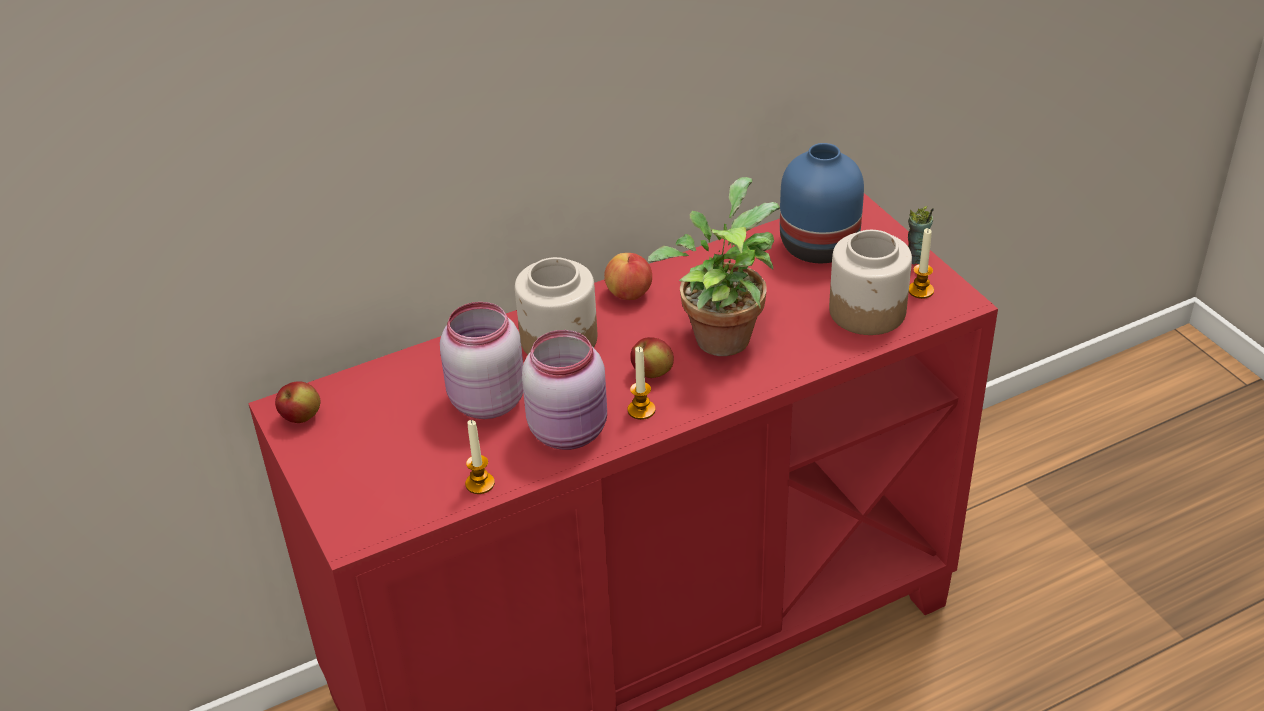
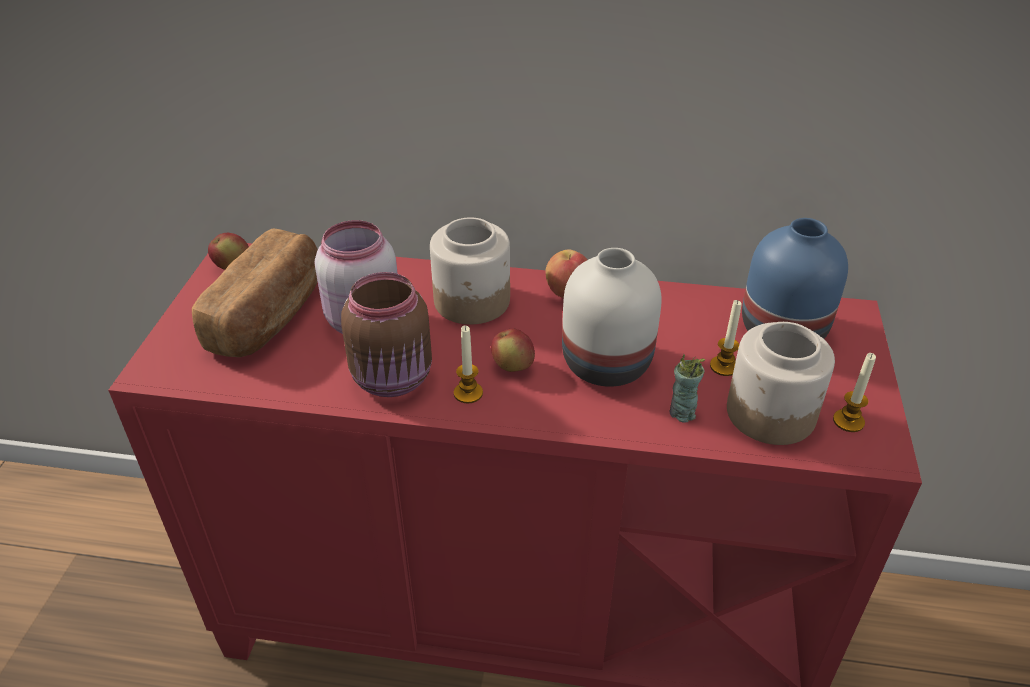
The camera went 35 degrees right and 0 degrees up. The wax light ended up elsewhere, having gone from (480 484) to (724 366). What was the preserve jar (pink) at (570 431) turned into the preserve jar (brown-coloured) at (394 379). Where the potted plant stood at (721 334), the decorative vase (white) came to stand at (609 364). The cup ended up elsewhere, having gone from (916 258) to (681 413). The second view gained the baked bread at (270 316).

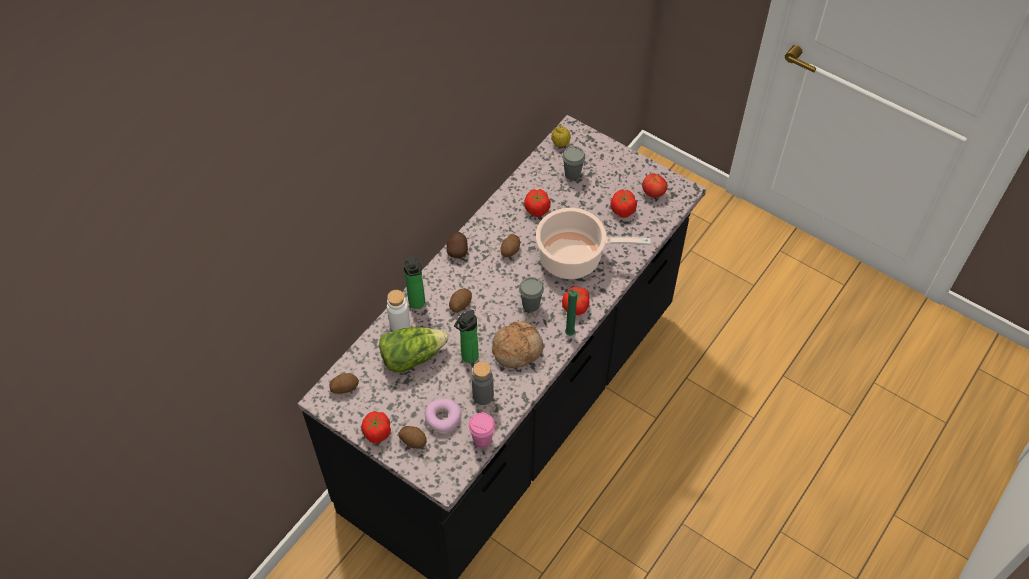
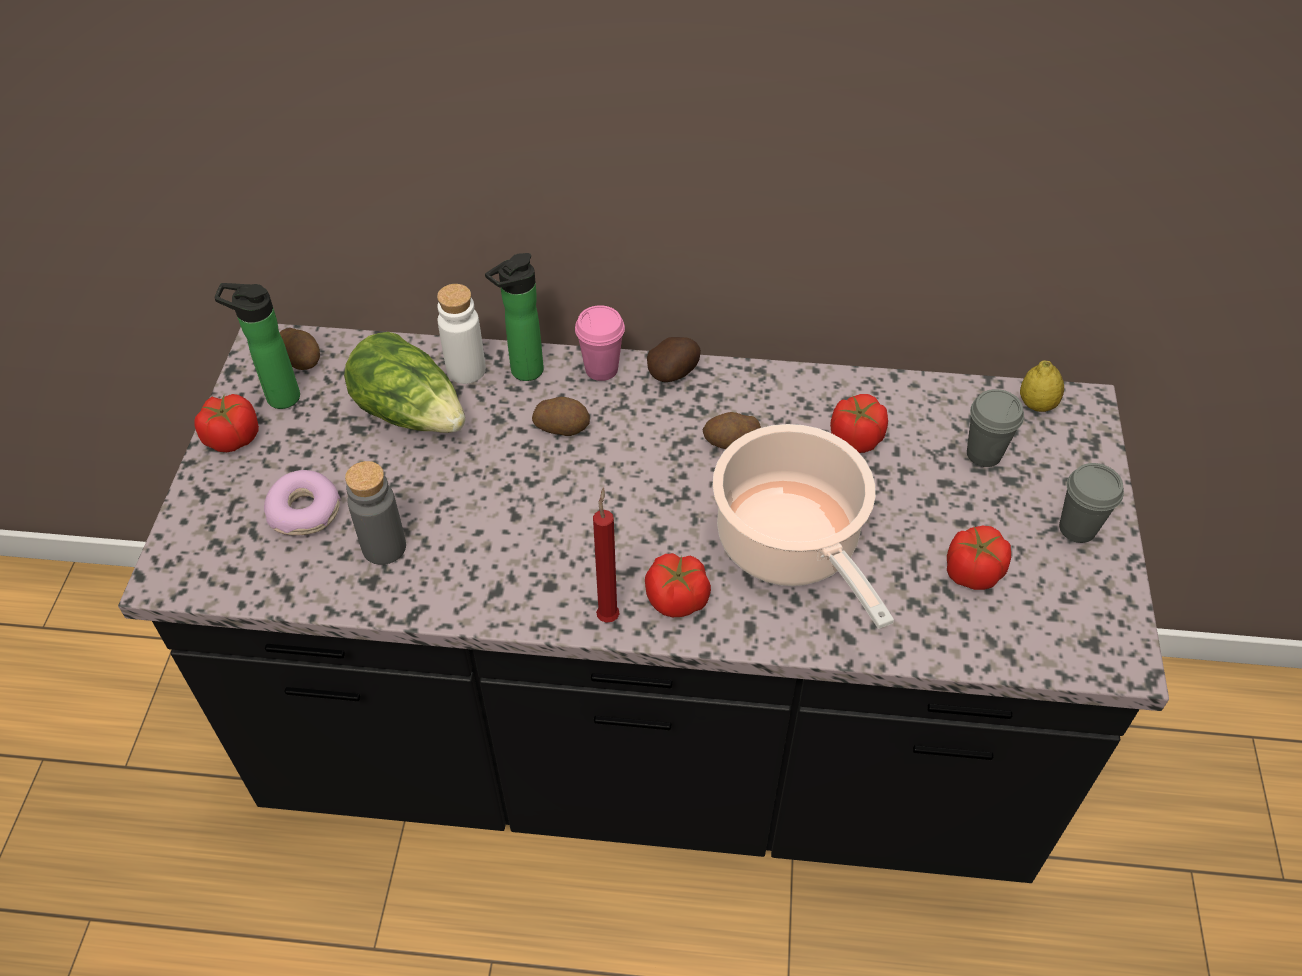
The camera went 60 degrees right and 5 degrees down. The second view lost the whole potato at (413 440). The beverage bottle ended up elsewhere, having gone from (468 358) to (278 397). The cup (pink) ended up elsewhere, having gone from (482 440) to (601 369). The second view lost the baked bread at (517 348). The cup (gray) ended up elsewhere, having gone from (531 305) to (1077 528). What was the wax light (green) at (568 332) turned into the wax light (red-coloured) at (608 614). The second view lost the whole tomato at (653 193).

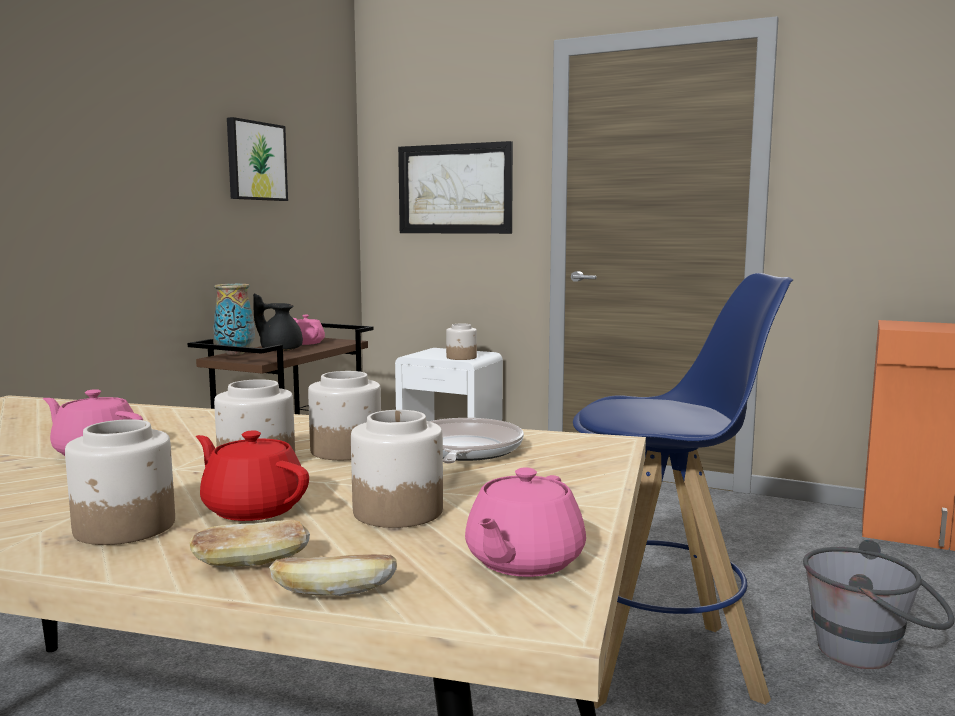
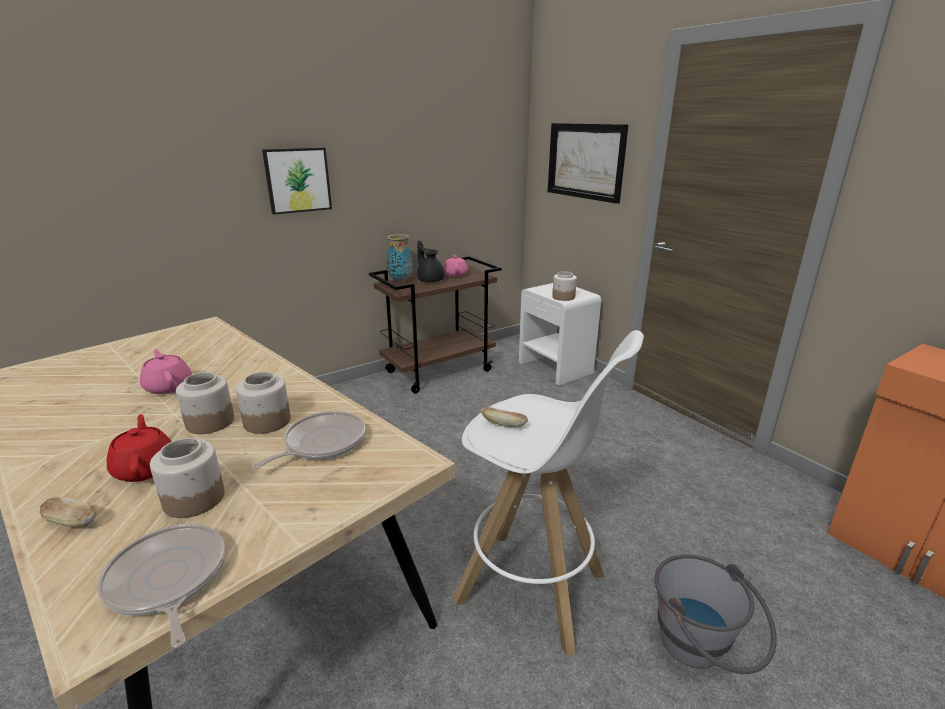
The camera went 30 degrees right and 15 degrees up. The second view lost the preserve jar at (125 527). The picture ended up elsewhere, having gone from (255 161) to (297 180). The baked bread ended up elsewhere, having gone from (334 593) to (503 424). Where the pot for tea (pink) stood at (523 561), the skillet came to stand at (167 581). What was the sitting stool (blue-coloured) at (663 663) turned into the sitting stool (white) at (532 589).

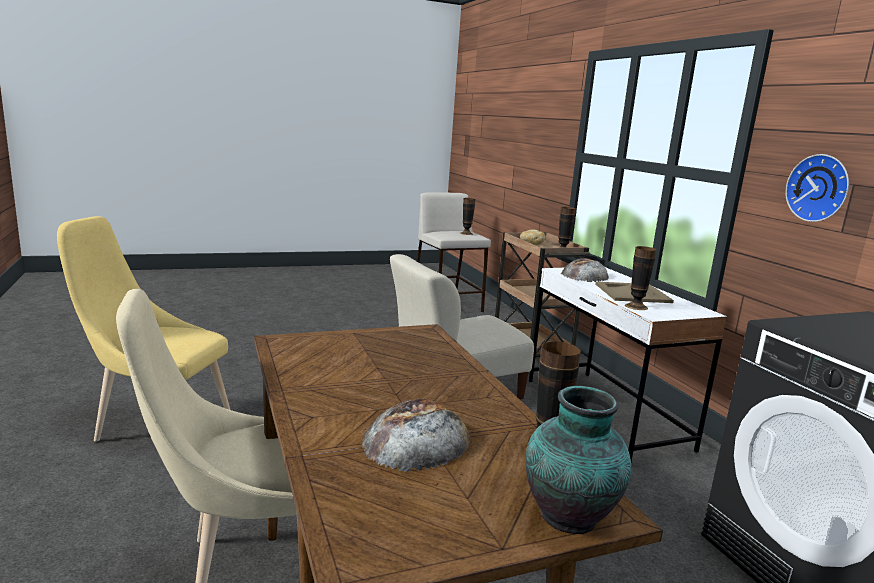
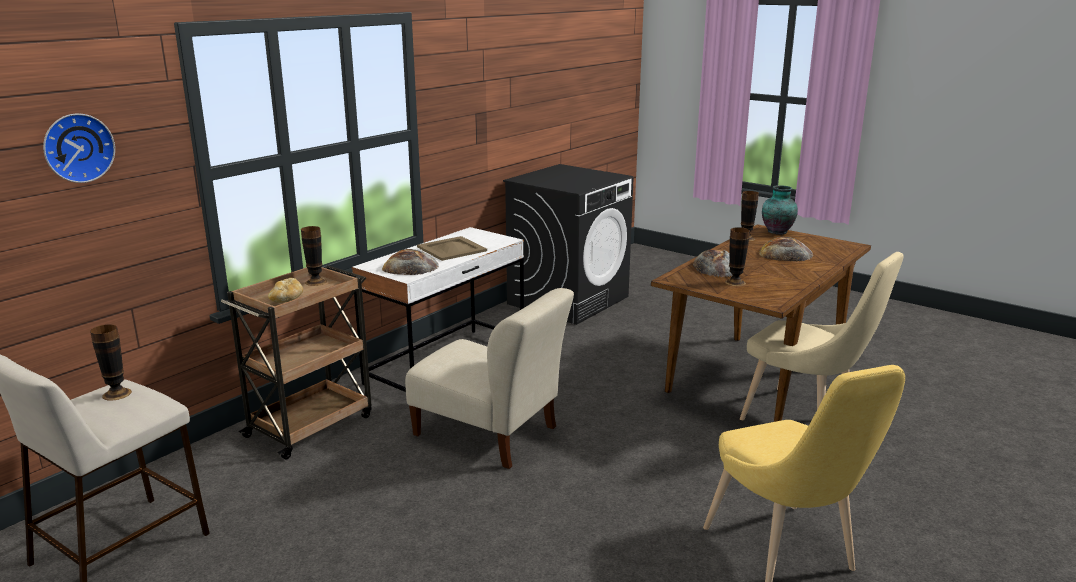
The camera went 120 degrees left and 5 degrees up. The decorative vase ended up elsewhere, having gone from (636 306) to (735 282). The hanging clock ended up elsewhere, having gone from (819 188) to (77 147). The second view gained the baked bread at (716 267).

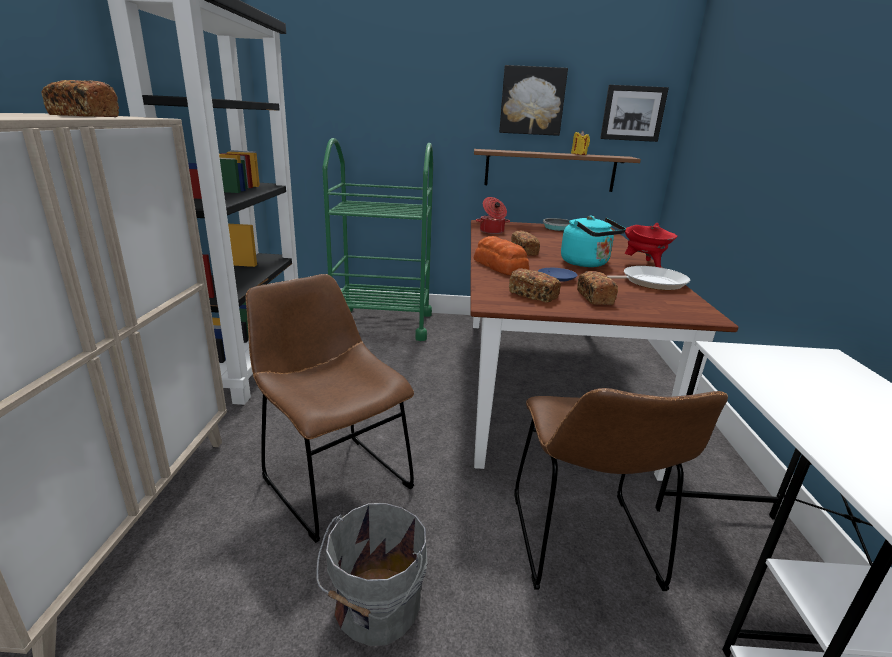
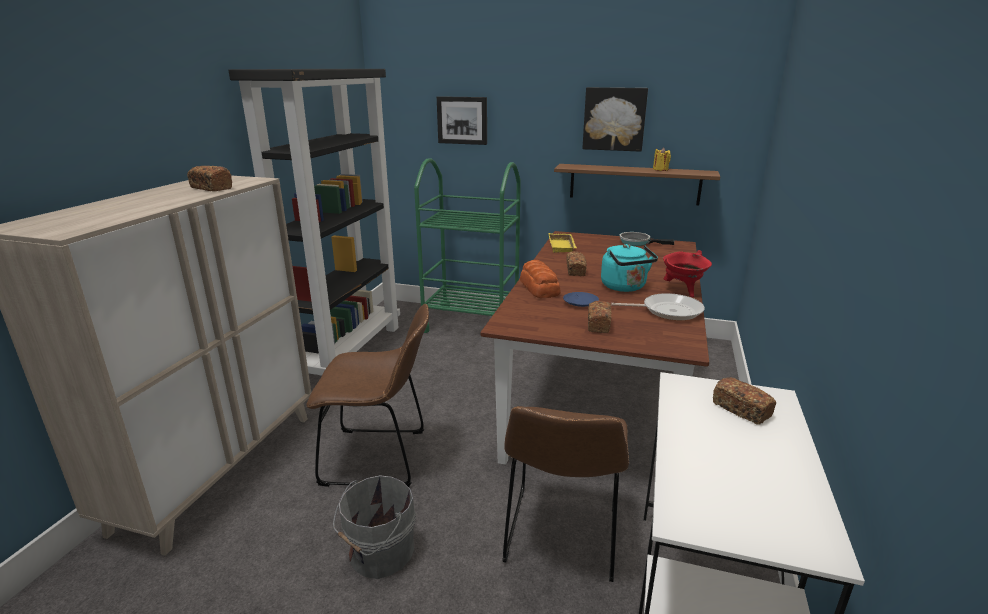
The camera went 15 degrees right and 0 degrees up. The plain chair (brown-coloured) at (333 479) ended up facing another way, 120 degrees clockwise from before. Where the stockpot stood at (492 231), the carrying tray (yellow-coloured) came to stand at (563 246). The baked bread ended up elsewhere, having gone from (533 295) to (741 410). The picture ended up elsewhere, having gone from (632 113) to (462 120).

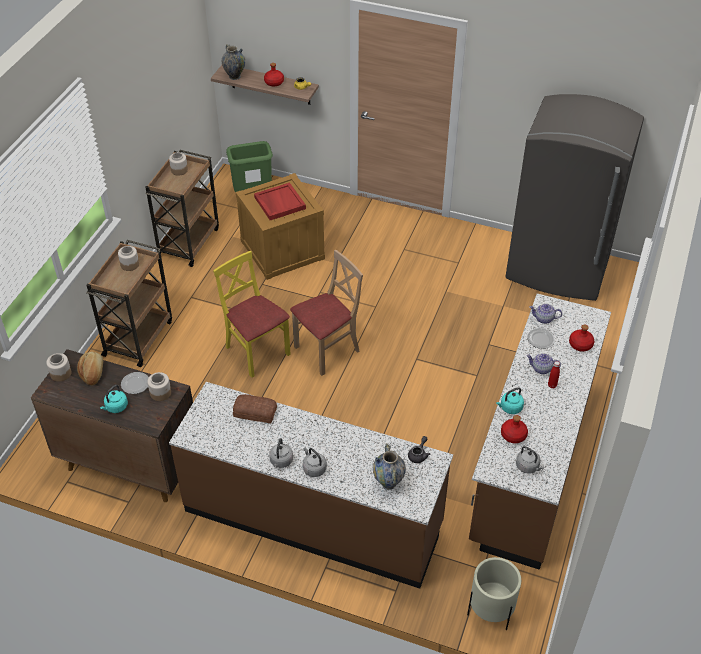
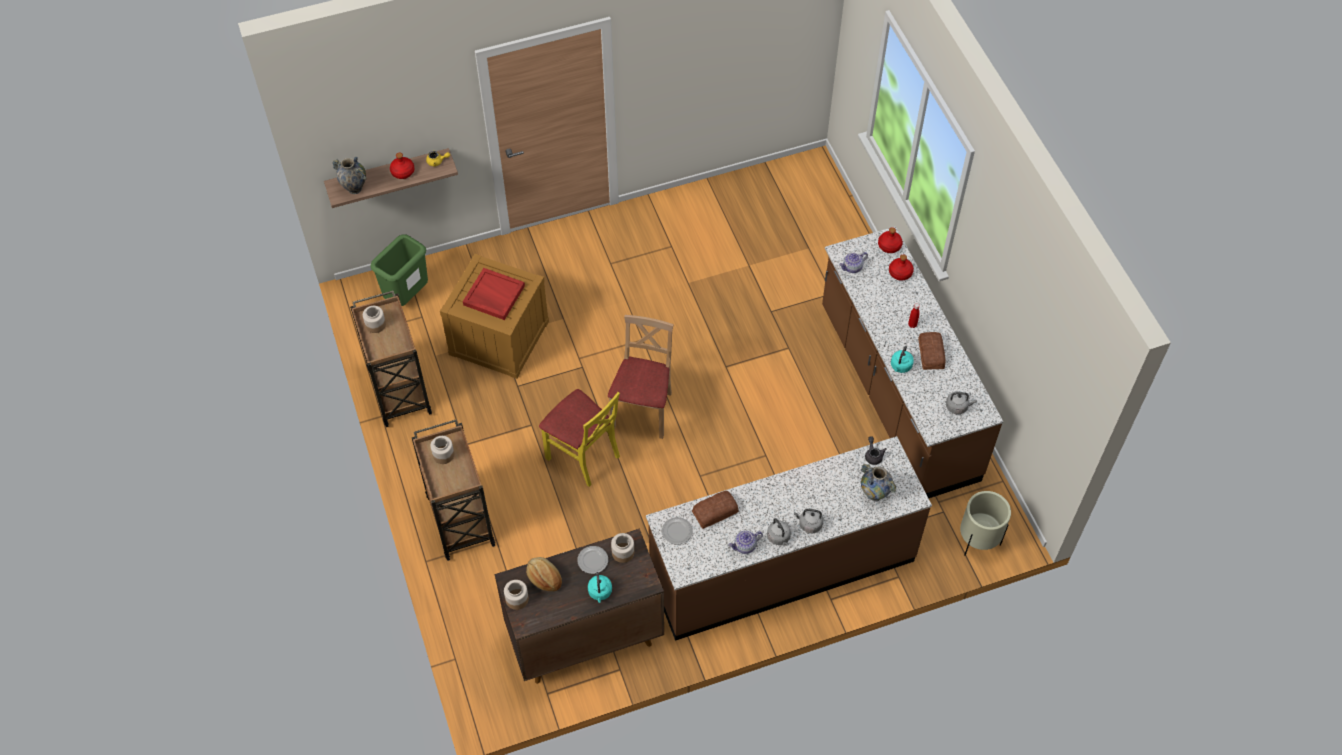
The camera went 40 degrees left and 10 degrees up. The plain chair (yellow-coloured) at (256 351) ended up facing another way, 150 degrees counterclockwise from before. The beverage bottle (red-coloured) ended up elsewhere, having gone from (513 435) to (889 246). The second view lost the refrigerator (gray) at (557 269). The dinner plate ended up elsewhere, having gone from (540 339) to (676 532). The pot for tea ended up elsewhere, having gone from (541 369) to (745 546). The second view gained the baked bread at (930 354).

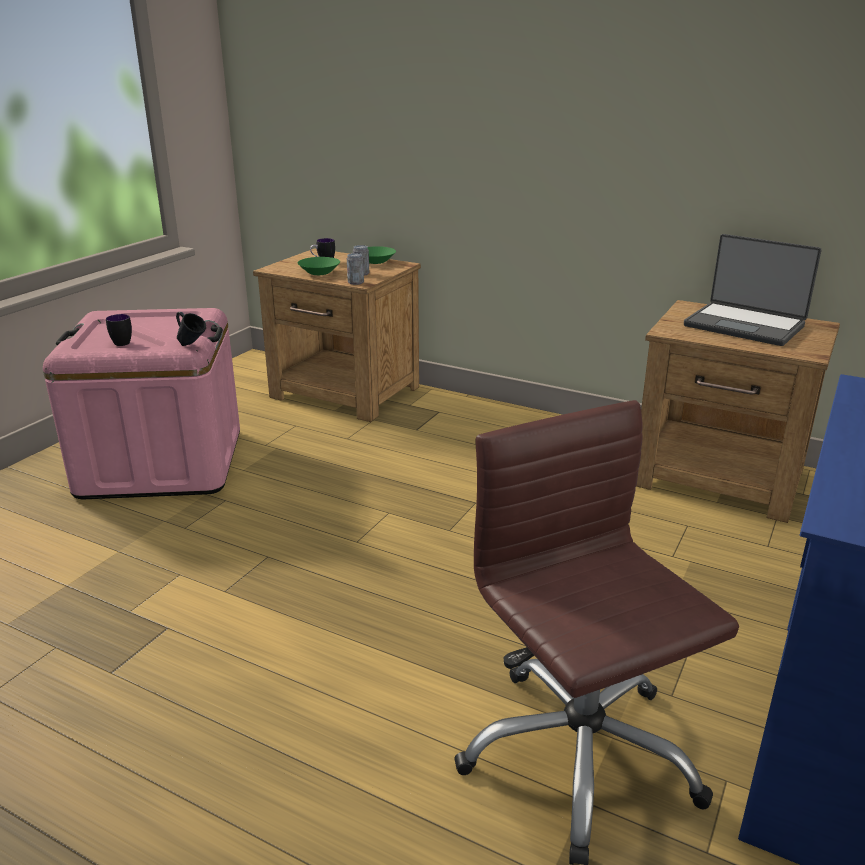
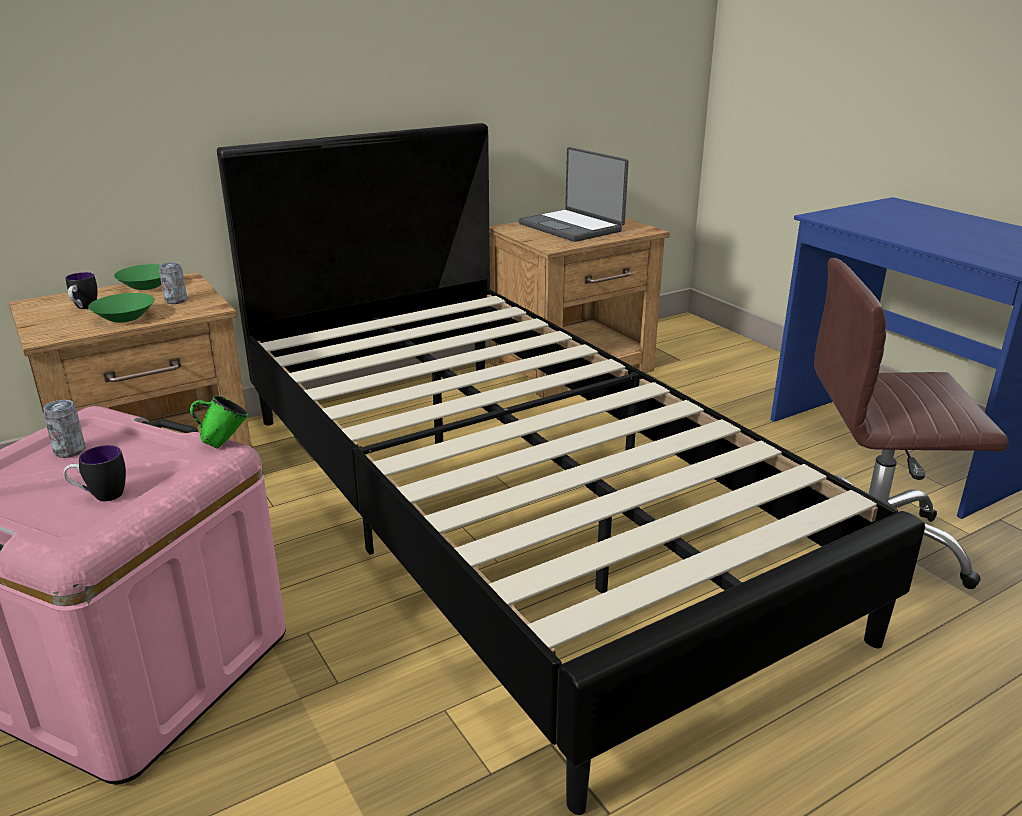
The camera went 60 degrees left and 0 degrees up. What was the coffee mug (blue-coloured) at (192 345) turned into the coffee mug (green) at (224 443). The sealed can ended up elsewhere, having gone from (355 282) to (70 451). The portable computer at (745 325) ended up facing another way, 75 degrees clockwise from before. The second view gained the bed (black) at (510 509).

